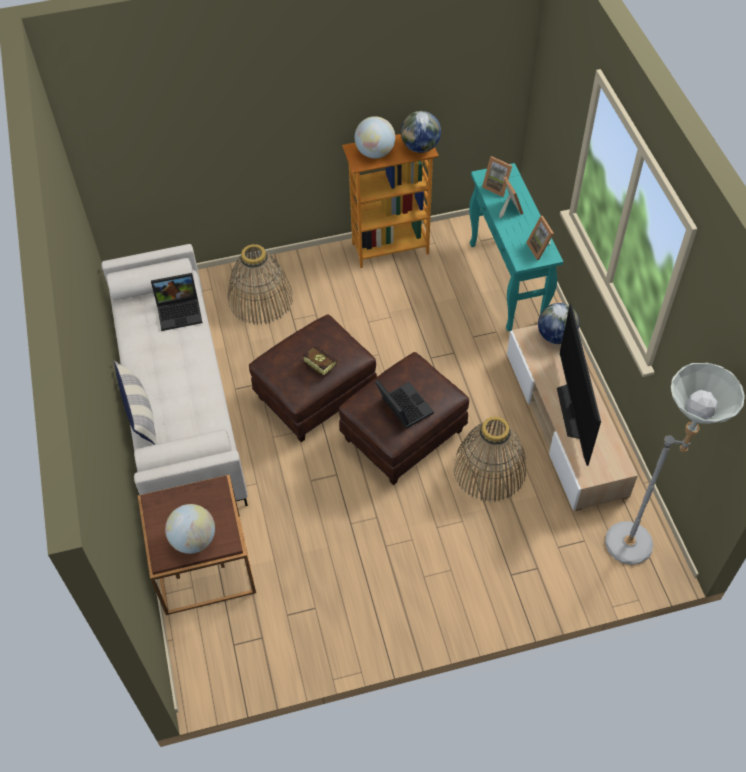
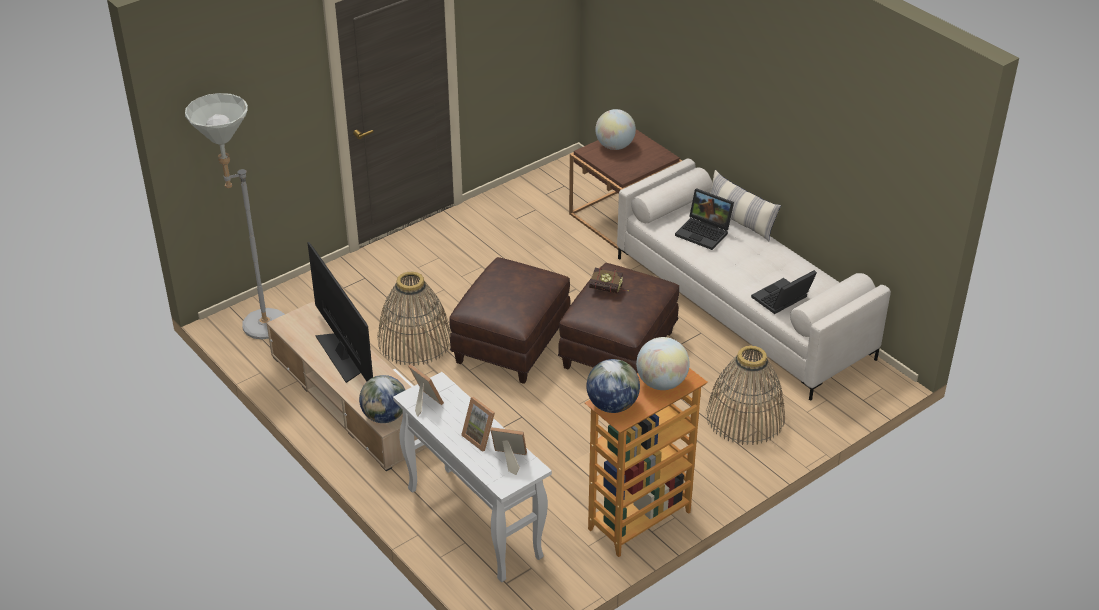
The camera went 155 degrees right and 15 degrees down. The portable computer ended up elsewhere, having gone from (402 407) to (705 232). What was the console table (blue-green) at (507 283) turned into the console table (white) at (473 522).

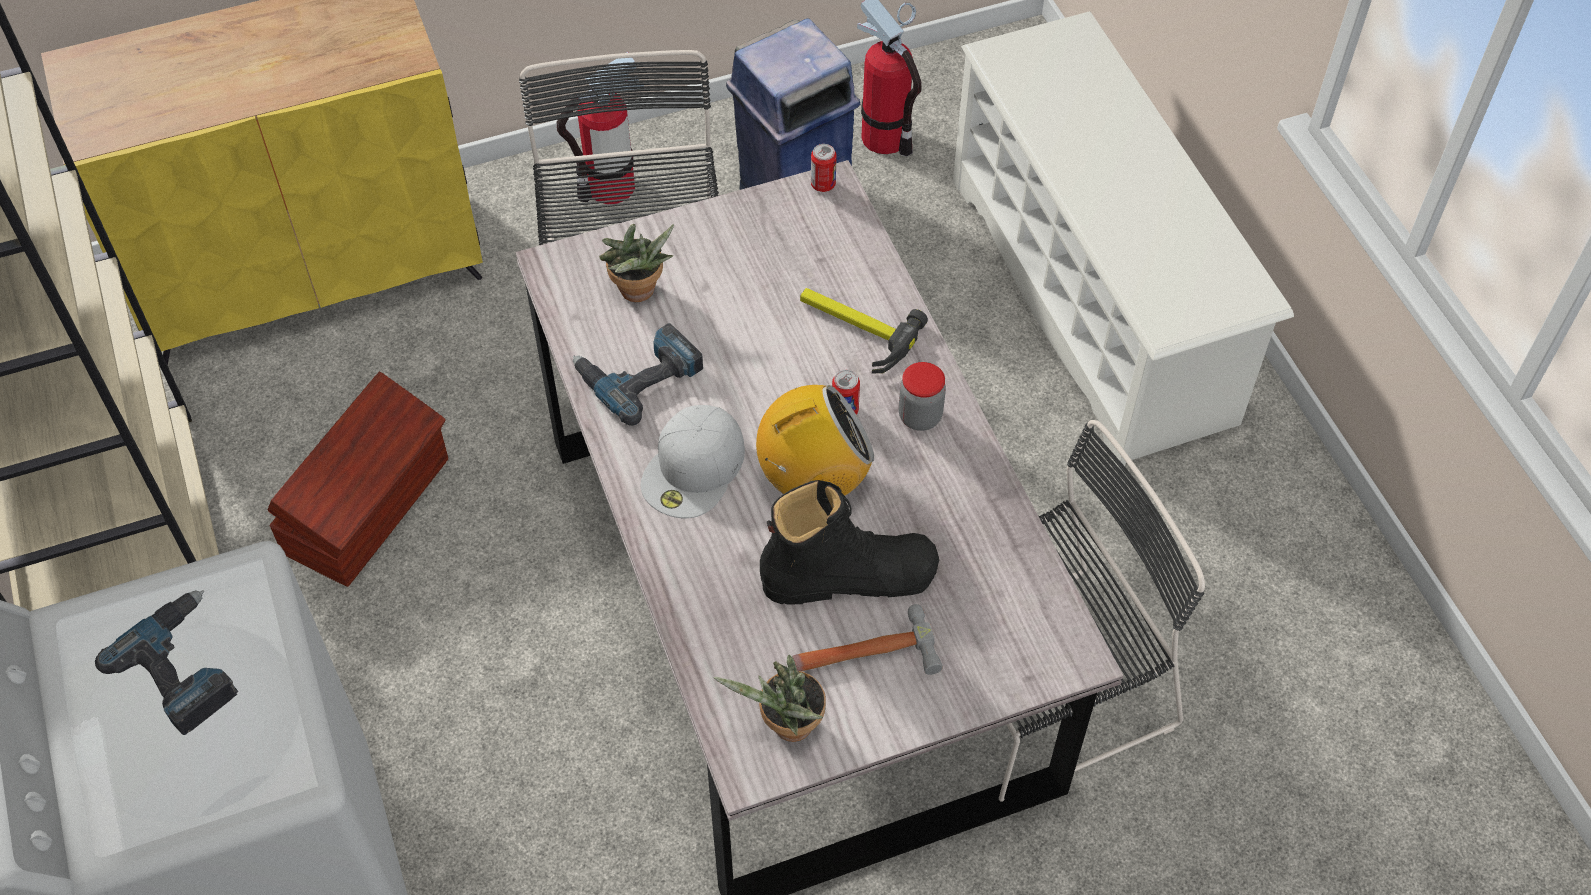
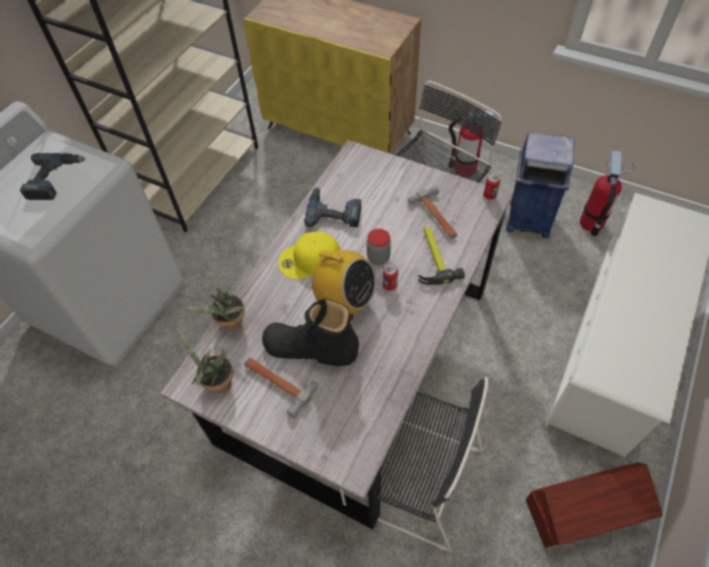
The camera went 50 degrees right and 0 degrees up. The storage bin (brown-coloured) ended up elsewhere, having gone from (370 506) to (584 511). The potted plant ended up elsewhere, having gone from (639 294) to (230 325). What was the peaked cap (white) at (694 469) turned into the peaked cap (yellow-coloured) at (309 260). The boot (black) at (849 576) ended up facing another way, 150 degrees clockwise from before. The preserve jar ended up elsewhere, having gone from (920 416) to (378 258). The second view gained the tool hammer at (436 217).

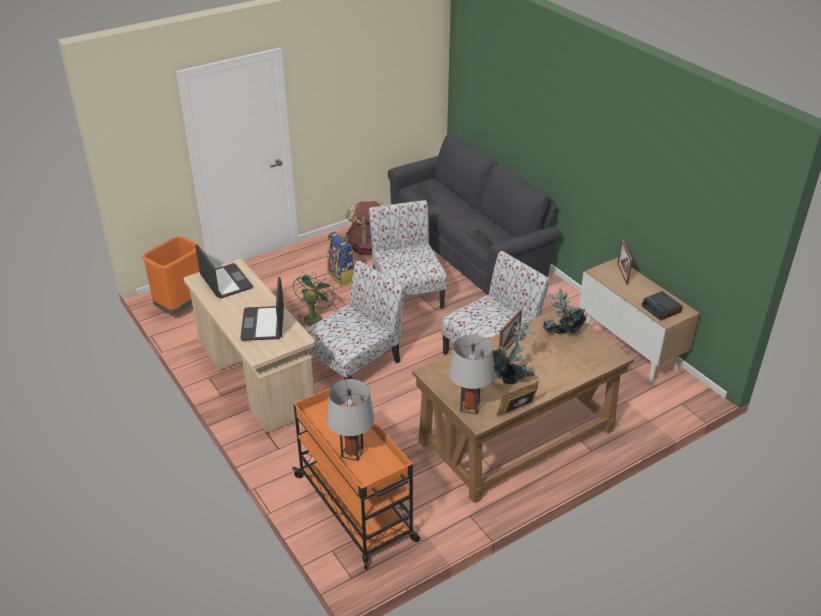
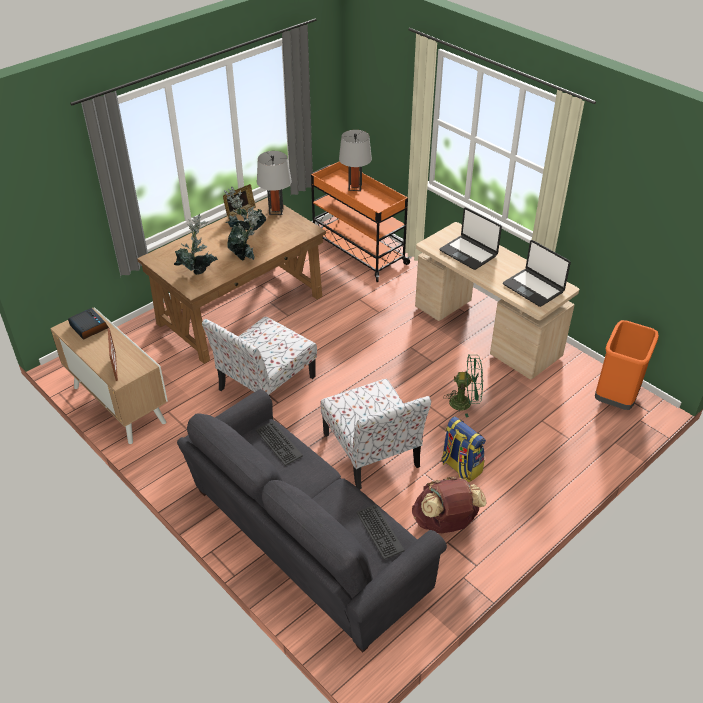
The camera went 170 degrees right and 5 degrees up. The portable computer at (263 324) ended up facing another way, 150 degrees clockwise from before. The cooling fan (green) at (313 317) ended up facing another way, 90 degrees counterclockwise from before. The second view lost the plain chair at (355 363). Where the standing frame stood at (508 346), the potted plant came to stand at (246 256).

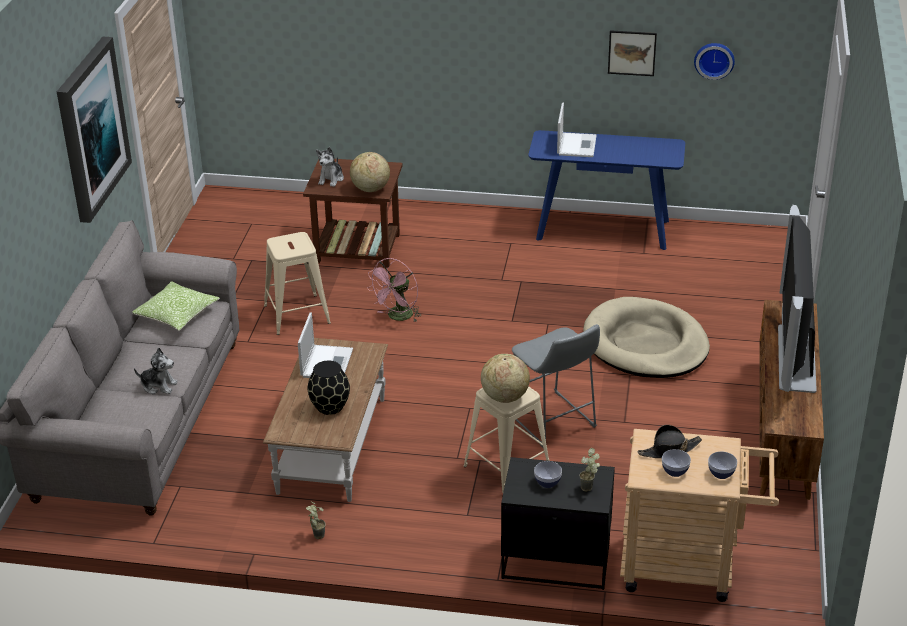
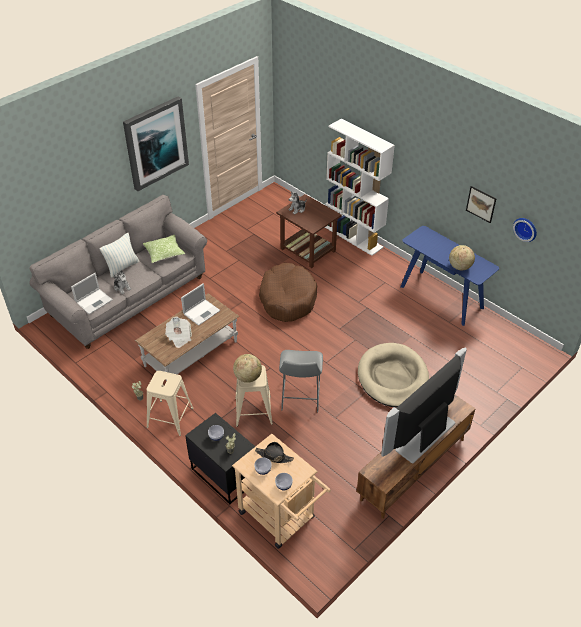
The camera went 35 degrees right and 10 degrees up. The sitting stool (beige) ended up elsewhere, having gone from (297 314) to (170 418). Where the decorative vase (black) stood at (330 407), the printed paper came to stand at (179 337). The world globe ended up elsewhere, having gone from (370 189) to (459 267). Where the cooling fan (pink) stood at (397 317), the pet bed (brown-coloured) came to stand at (287 299). The portable computer ended up elsewhere, having gone from (576 145) to (94 301). The second view gained the pillow at (122 267). The second view gained the bookcase (white) at (354 237).

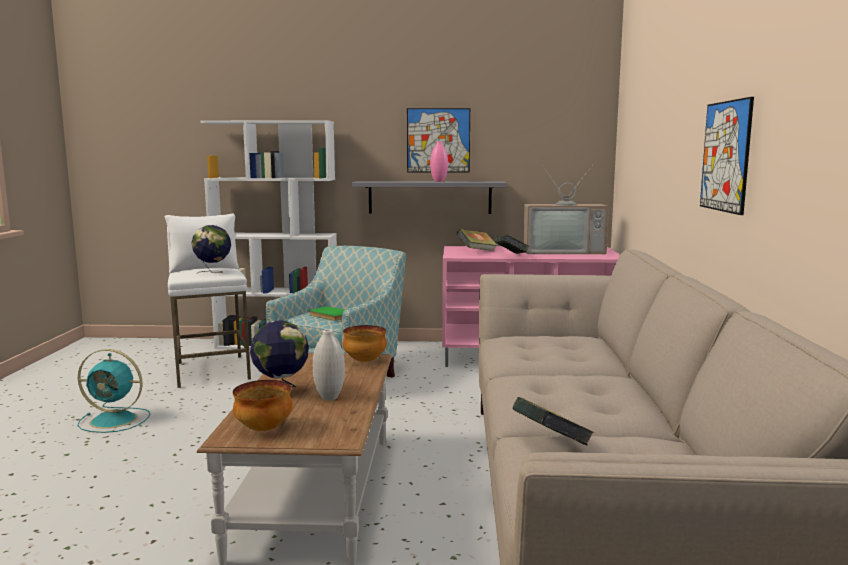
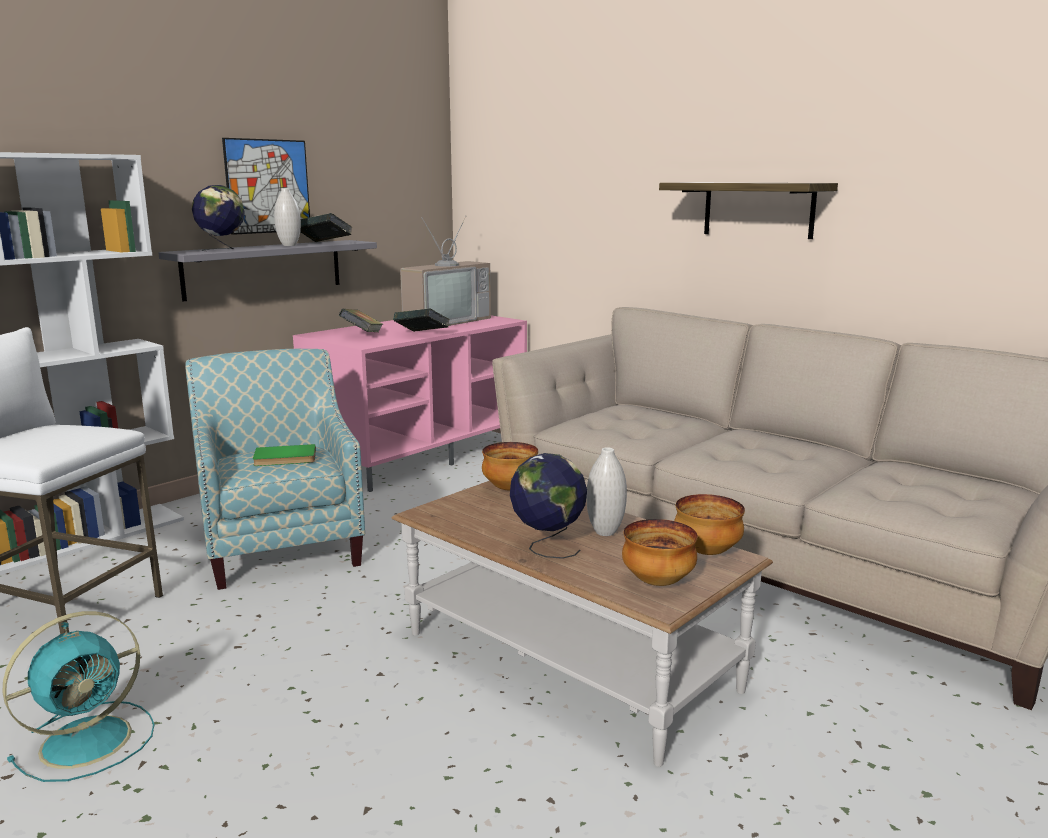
The camera went 50 degrees left and 5 degrees up. The world globe ended up elsewhere, having gone from (213 272) to (222 249). What was the decorative vase (pink) at (439 181) turned into the decorative vase (white) at (289 245). The volume ended up elsewhere, having gone from (550 444) to (324 243). Where the picture hung at (725 156), the wall shelf came to hang at (758 209). The second view gained the deep dish at (706 552).

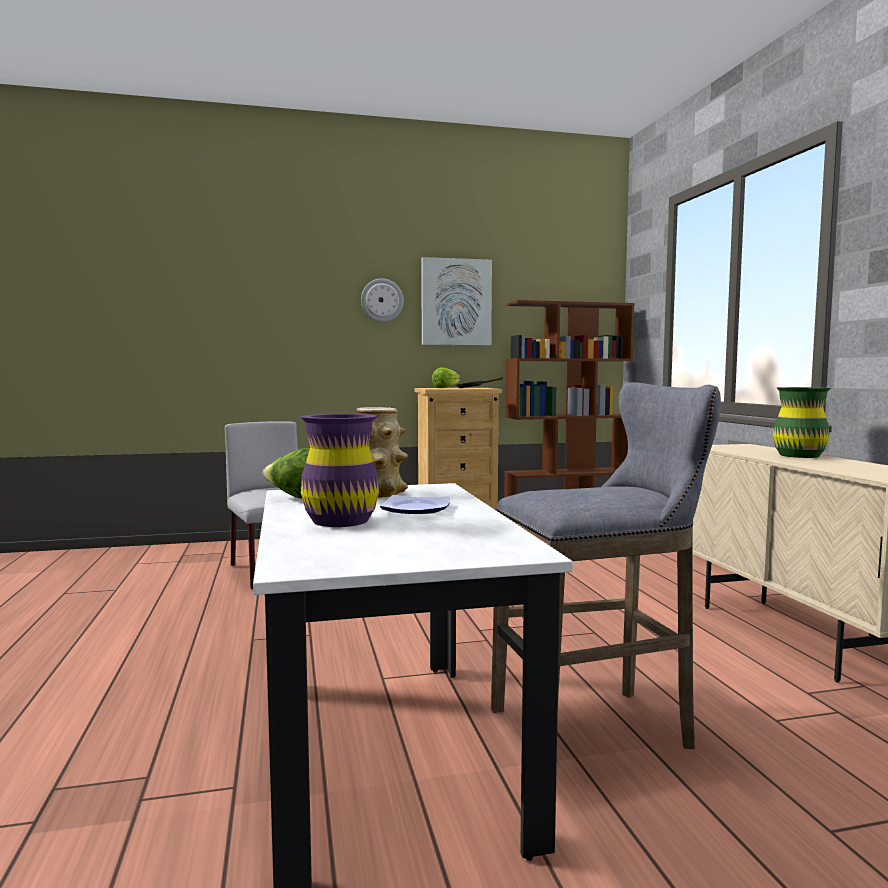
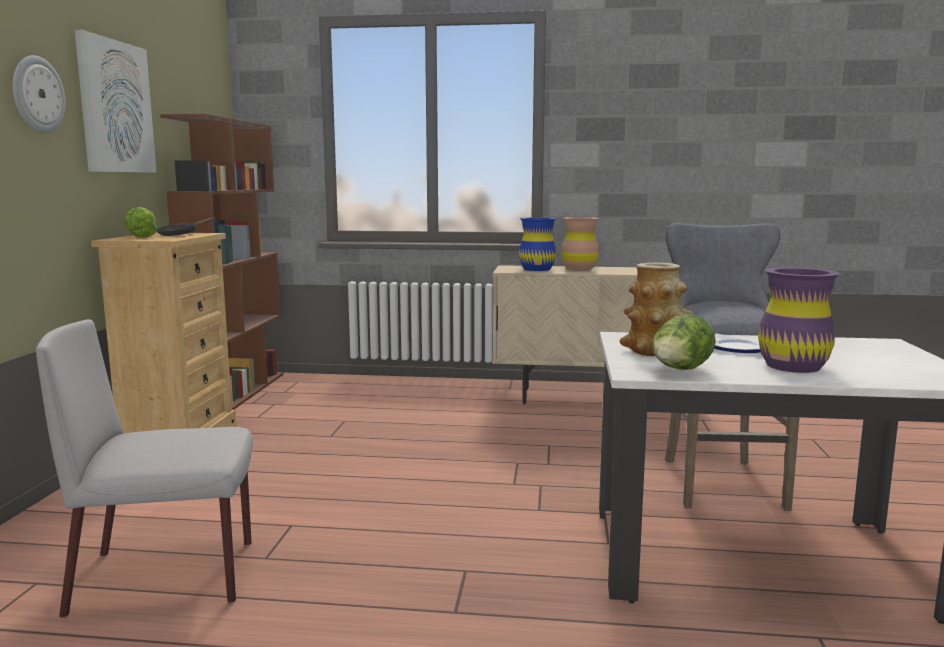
The camera went 70 degrees left and 5 degrees up. What was the decorative vase (green) at (799 455) turned into the decorative vase (brown-coloured) at (579 268). The second view gained the decorative vase (blue-coloured) at (537 269).

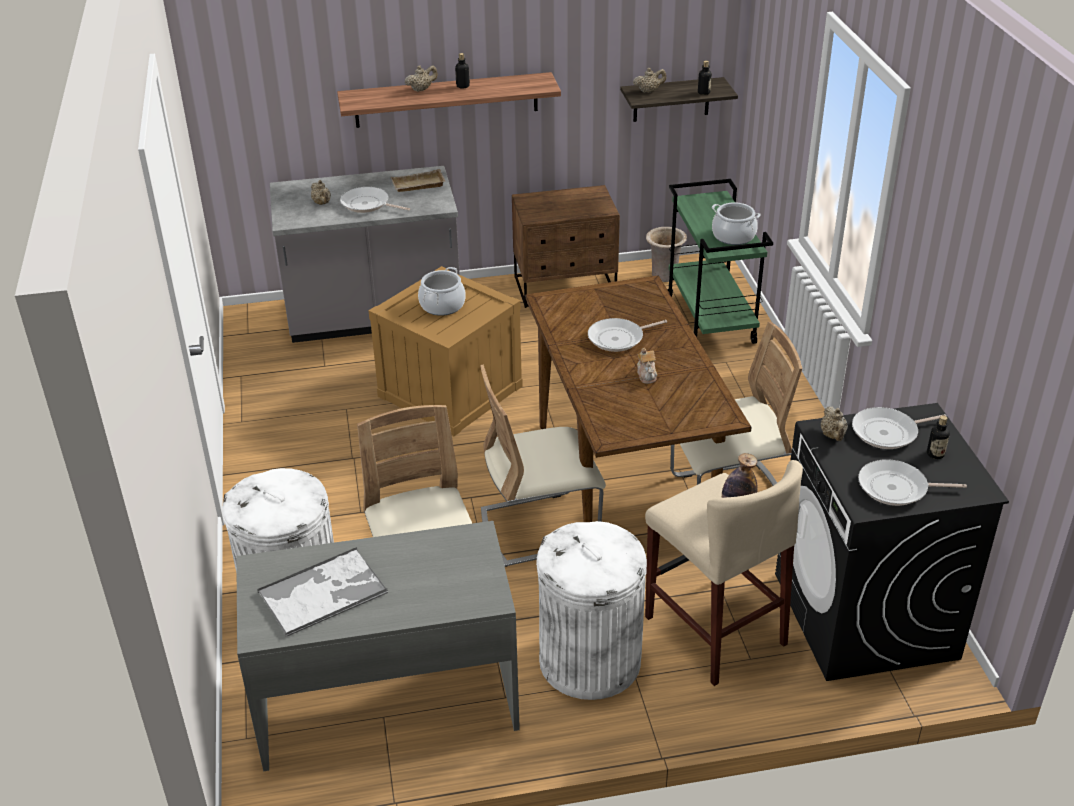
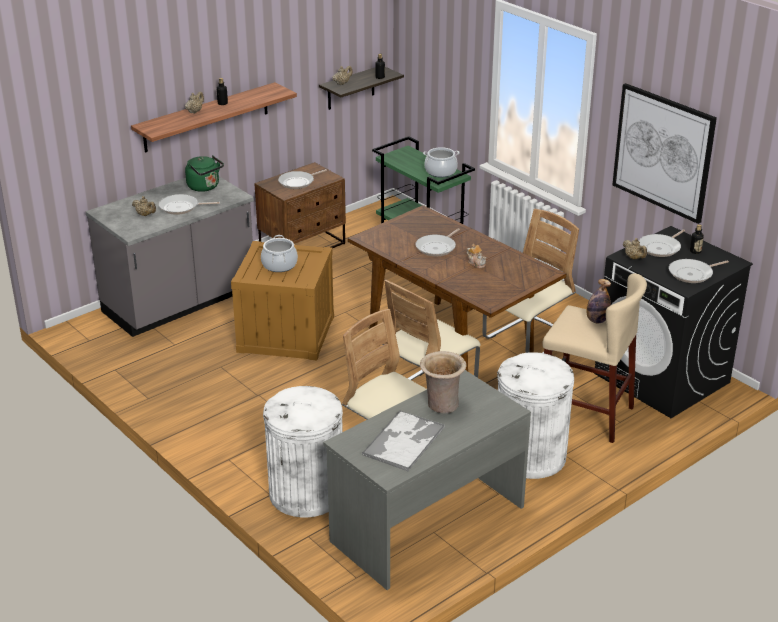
The camera went 30 degrees left and 5 degrees down. Where the carrying tray (beige) stood at (417 186), the kettle (green) came to stand at (205 187). The decorative vase (beige) ended up elsewhere, having gone from (663 275) to (441 405). The second view gained the skillet at (298 182). The second view gained the picture at (663 152).

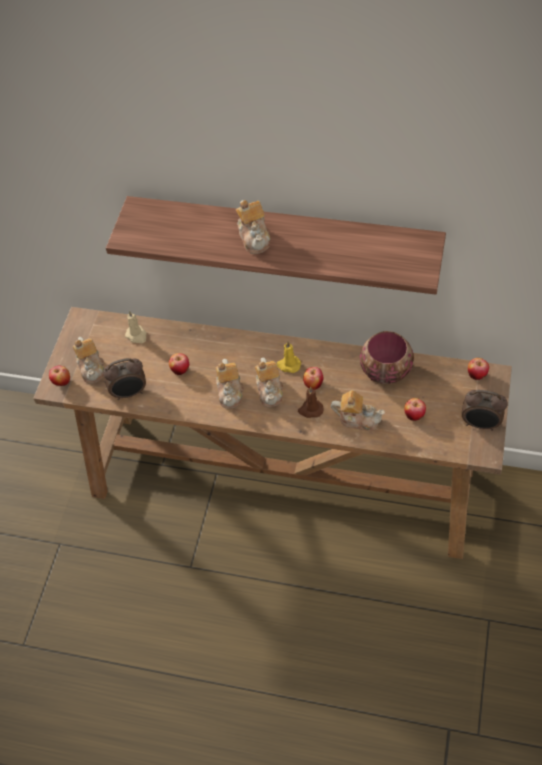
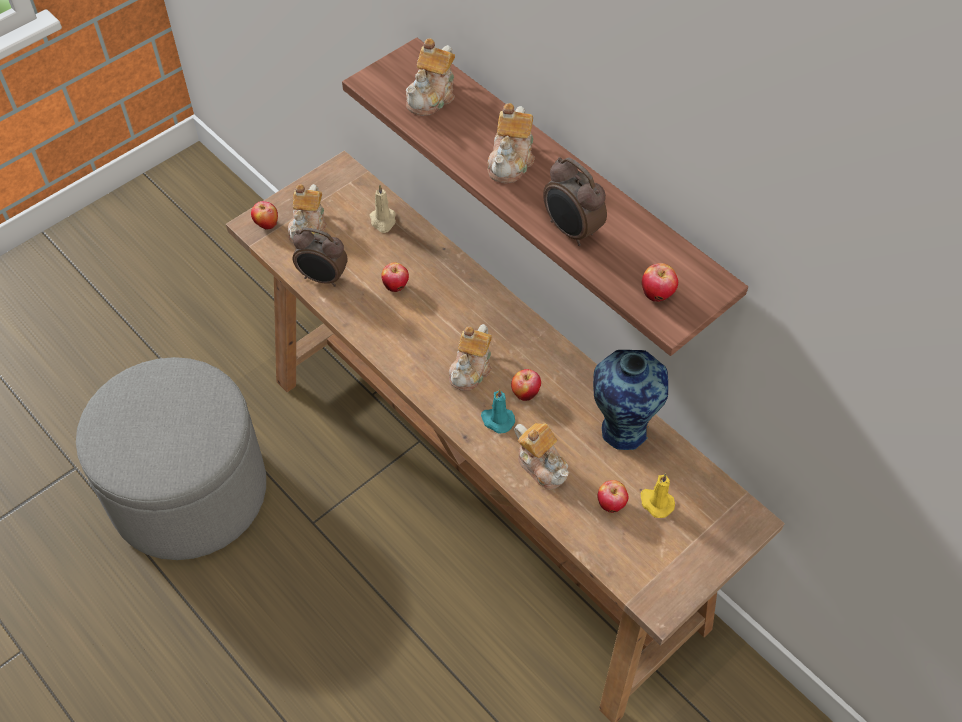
The camera went 30 degrees right and 0 degrees up. The pot for tea ended up elsewhere, having gone from (230 392) to (432 96). The wax light (yellow-coloured) ended up elsewhere, having gone from (288 365) to (656 502). What was the wax light (brown-coloured) at (310 410) turned into the wax light (blue-green) at (497 420). Where the deep dish stood at (384 370), the decorative vase came to stand at (621 429). The table clock ended up elsewhere, having gone from (480 424) to (571 231). The apple ended up elsewhere, having gone from (476 375) to (657 295). The second view gained the pouffe (gray) at (189 491).

